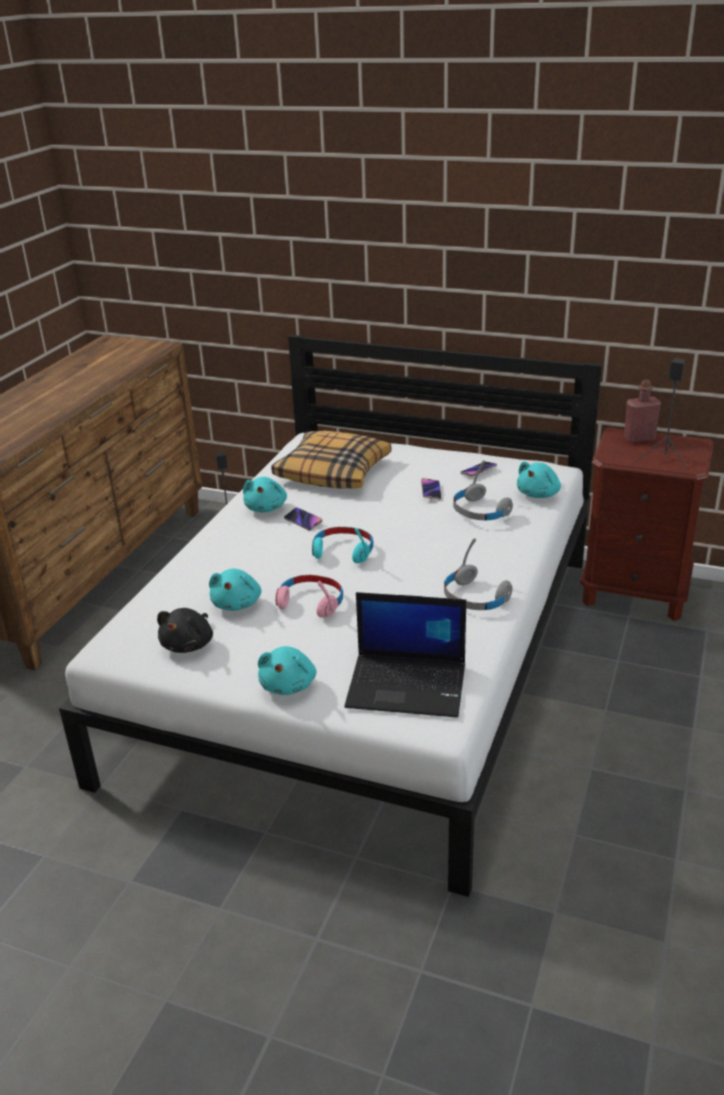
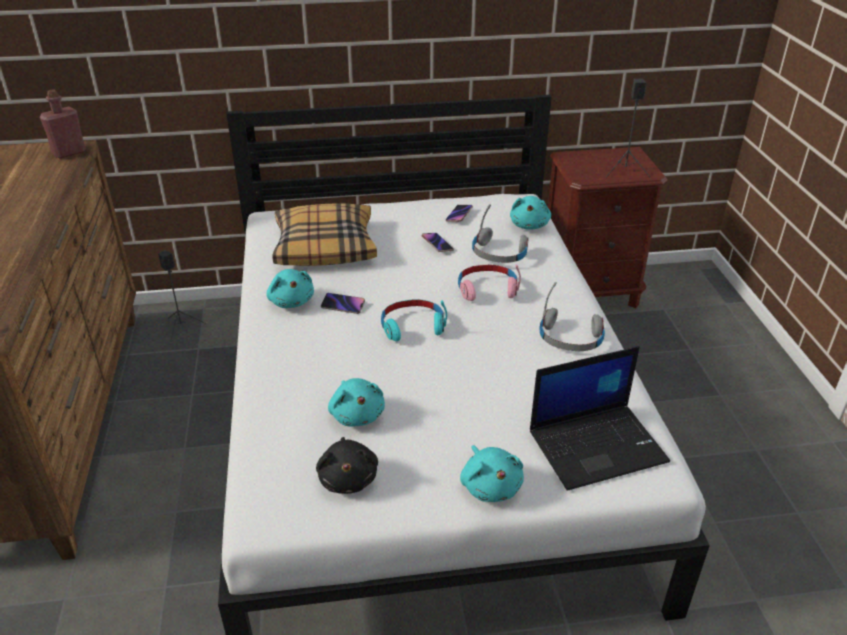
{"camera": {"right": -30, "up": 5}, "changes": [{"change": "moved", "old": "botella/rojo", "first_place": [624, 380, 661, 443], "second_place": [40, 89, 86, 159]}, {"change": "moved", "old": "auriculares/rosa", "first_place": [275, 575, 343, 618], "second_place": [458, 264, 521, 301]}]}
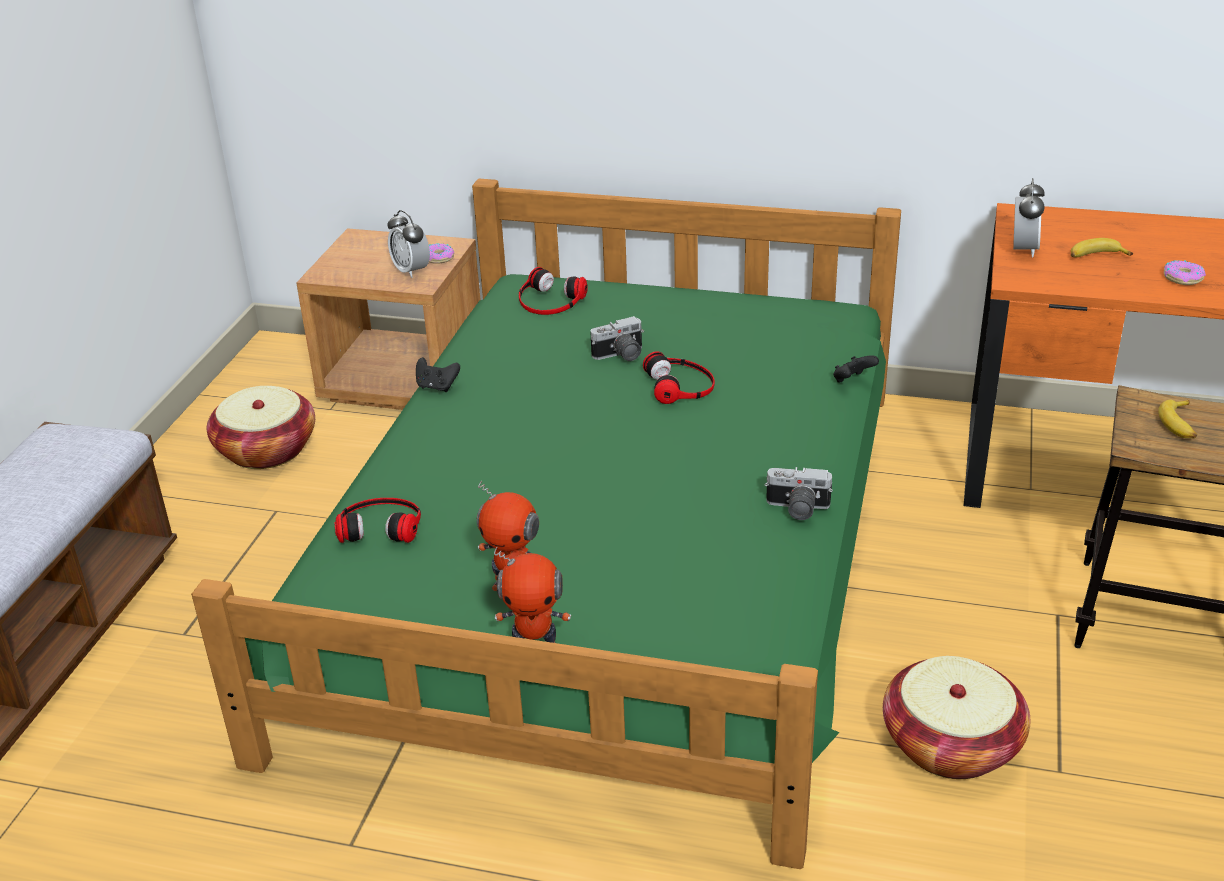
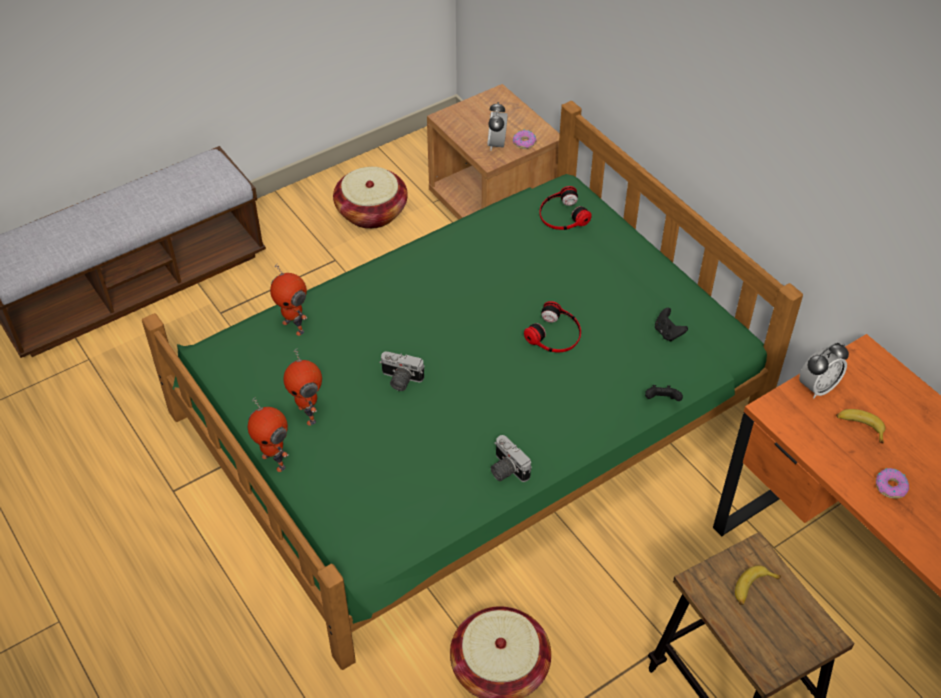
{"camera": {"right": 40, "up": 15}, "changes": [{"change": "moved", "old": "cámara", "first_place": [590, 316, 644, 361], "second_place": [379, 351, 424, 391]}, {"change": "moved", "old": "mando de consola/negro", "first_place": [416, 357, 460, 392], "second_place": [655, 308, 688, 342]}, {"change": "replaced", "old": "auriculares", "new": "robot de juguete", "first_place": [334, 498, 421, 543], "second_place": [270, 263, 307, 336]}]}
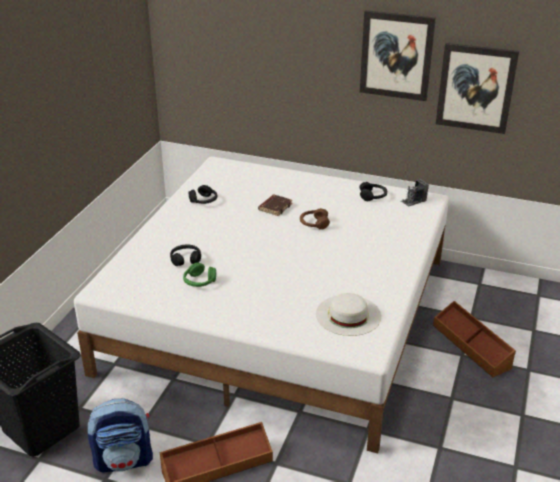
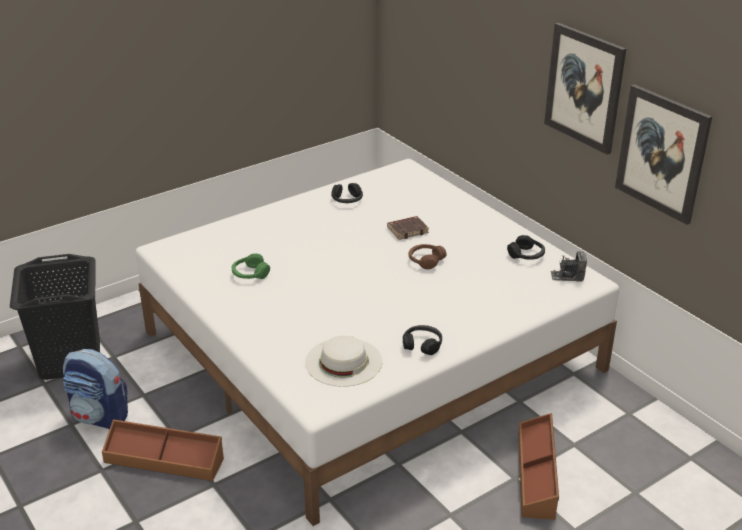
{"camera": {"right": 35, "up": 0}, "changes": [{"change": "moved", "old": "auriculares/negro", "first_place": [170, 245, 201, 266], "second_place": [403, 325, 442, 355]}]}
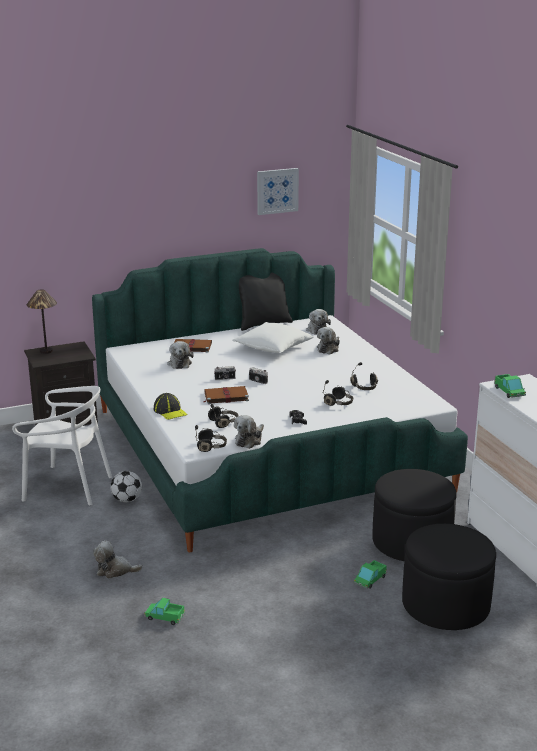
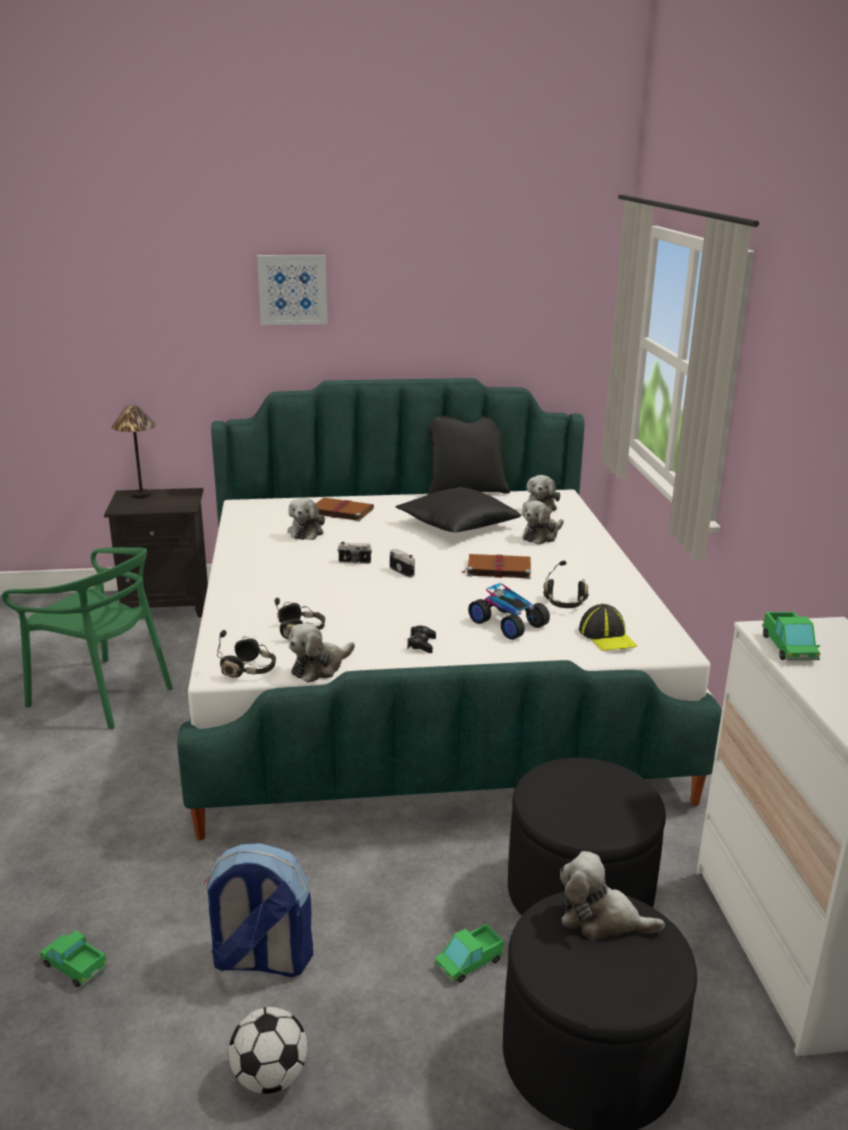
{"camera": {"right": 15, "up": 0}, "changes": [{"change": "moved", "old": "cuadro", "first_place": [257, 168, 299, 215], "second_place": [257, 255, 328, 325]}, {"change": "recoloured", "old": "cojín/blanco", "new": "cojín/negro", "first_place": [232, 322, 313, 353], "second_place": [396, 487, 521, 532]}, {"change": "replaced", "old": "auriculares/negro", "new": "coche de juguete", "first_place": [323, 380, 353, 406], "second_place": [468, 583, 550, 640]}, {"change": "recoloured", "old": "silla/blanco", "new": "silla/verde", "first_place": [12, 386, 112, 505], "second_place": [2, 547, 173, 729]}, {"change": "moved", "old": "libro/marrón", "first_place": [204, 386, 249, 404], "second_place": [461, 554, 531, 579]}, {"change": "moved", "old": "gorra", "first_place": [154, 393, 188, 420], "second_place": [579, 604, 637, 651]}, {"change": "moved", "old": "balón de fútbol", "first_place": [110, 471, 142, 502], "second_place": [229, 1007, 307, 1094]}, {"change": "moved", "old": "peluche", "first_place": [93, 541, 143, 579], "second_place": [560, 851, 665, 940]}, {"change": "added", "new": "mochila", "second_place": [204, 843, 313, 977]}]}
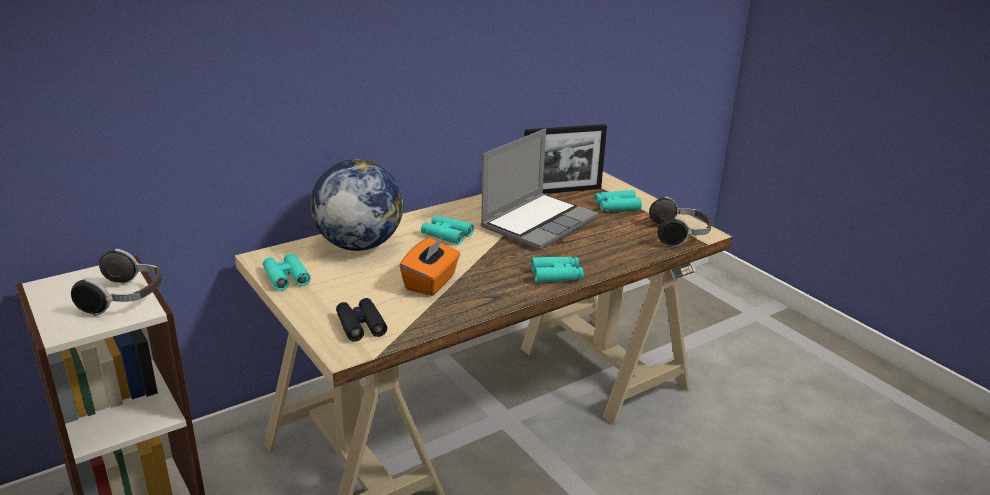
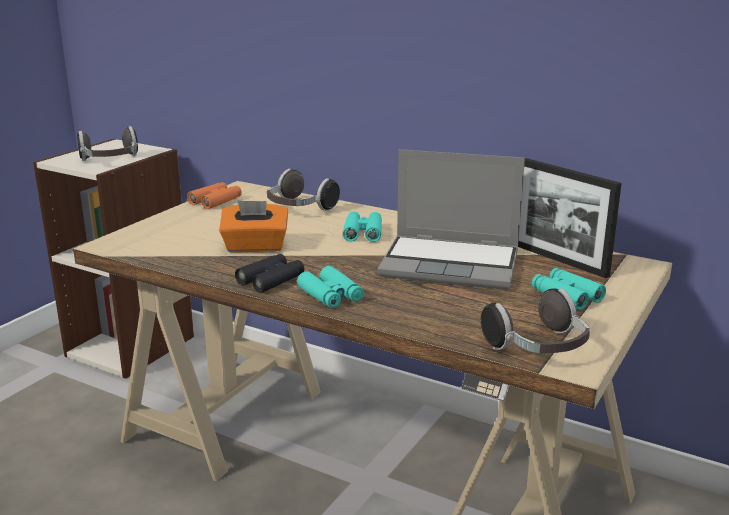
{"camera": {"right": 65, "up": -5}, "changes": [{"change": "replaced", "old": "globo terráqueo", "new": "auriculares", "first_place": [311, 159, 403, 251], "second_place": [267, 169, 340, 211]}, {"change": "recoloured", "old": "prismáticos/turquesa", "new": "prismáticos/naranja", "first_place": [263, 253, 311, 291], "second_place": [187, 182, 242, 209]}, {"change": "moved", "old": "prismáticos/negro", "first_place": [336, 298, 387, 342], "second_place": [235, 254, 304, 293]}]}
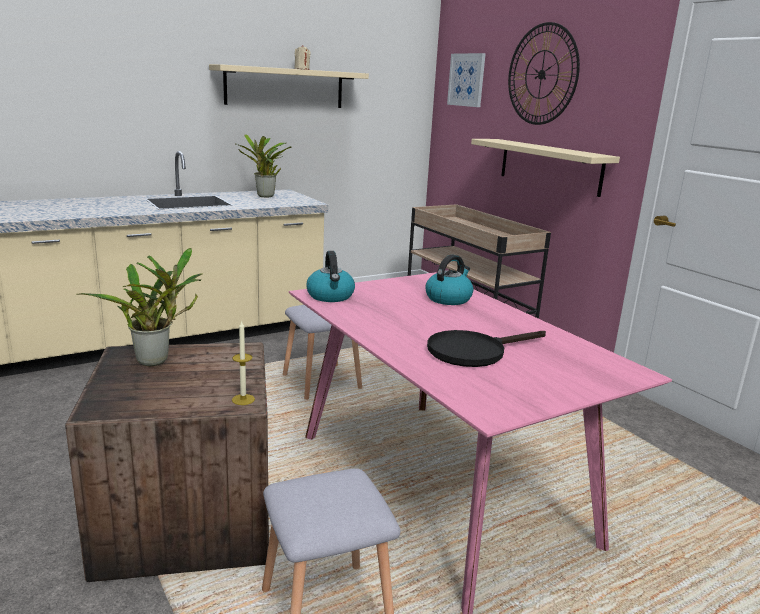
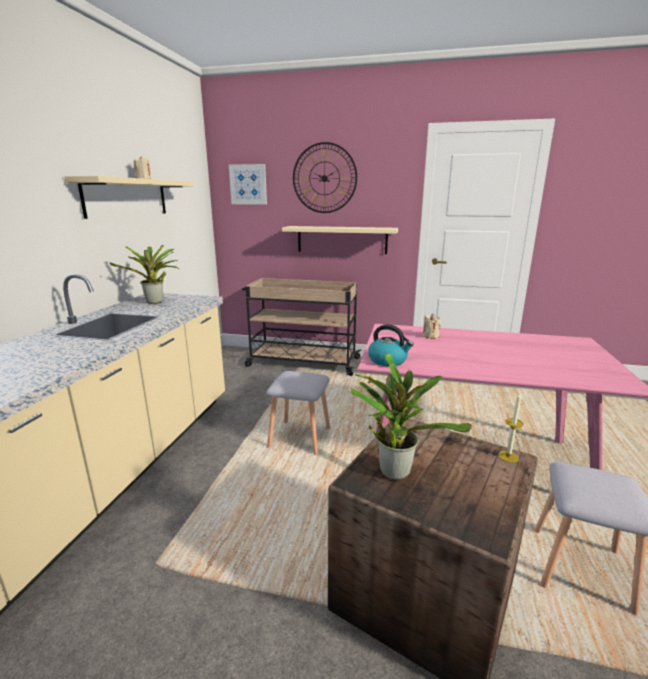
{"camera": {"right": -45, "up": 0}, "changes": [{"change": "replaced", "old": "hervidor", "new": "vela/beis", "first_place": [425, 254, 473, 305], "second_place": [422, 314, 441, 339]}, {"change": "removed", "old": "sartén/negro", "first_place": [427, 330, 546, 367]}]}
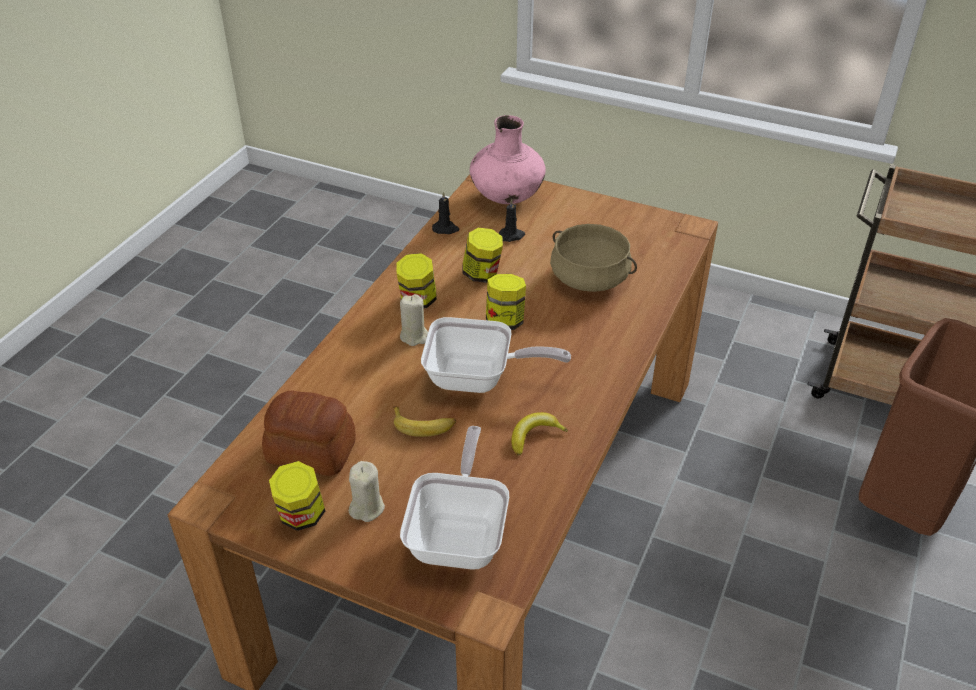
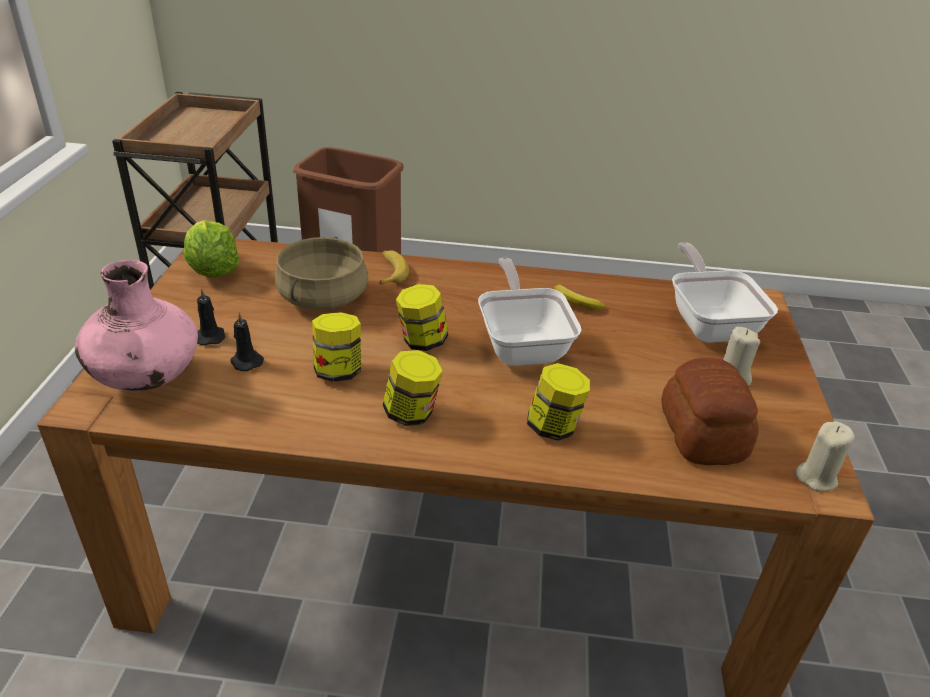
{"camera": {"right": -110, "up": -5}, "changes": [{"change": "moved", "old": "vela/negro", "first_place": [432, 191, 460, 234], "second_place": [197, 288, 225, 346]}, {"change": "moved", "old": "vela/beis", "first_place": [400, 294, 428, 346], "second_place": [795, 421, 855, 491]}, {"change": "moved", "old": "plátano", "first_place": [393, 406, 456, 437], "second_place": [379, 250, 409, 285]}, {"change": "turned", "old": "sartén", "first_place": [400, 426, 509, 570], "second_place": [672, 242, 778, 343], "degrees": 90}, {"change": "moved", "old": "tarro", "first_place": [269, 461, 325, 531], "second_place": [527, 363, 590, 441]}, {"change": "added", "new": "lechuga", "second_place": [184, 220, 240, 277]}]}
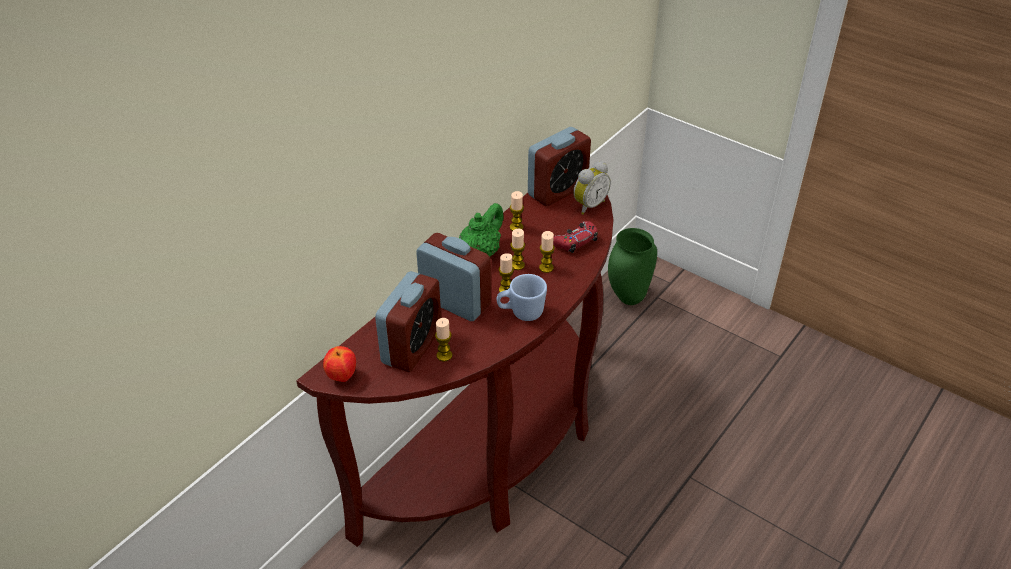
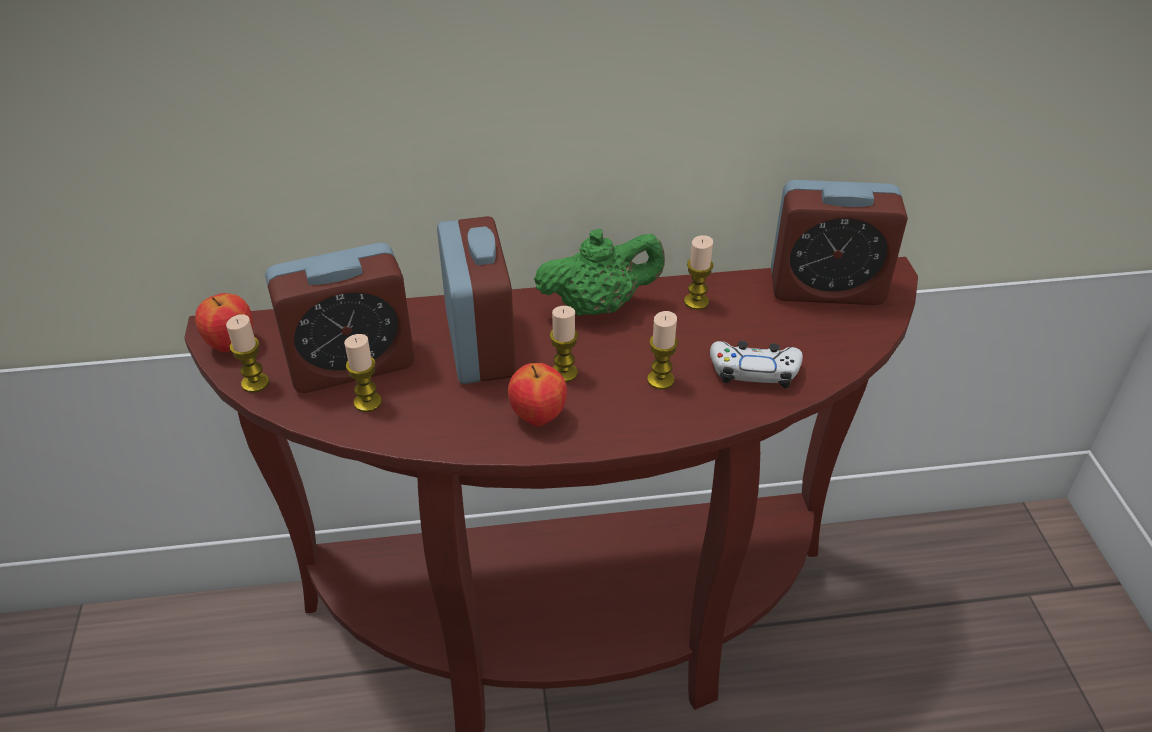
{"camera": {"right": 45, "up": 0}, "changes": [{"change": "removed", "old": "despertador", "first_place": [573, 161, 611, 215]}, {"change": "recoloured", "old": "mando de consola/rojo", "new": "mando de consola/blanco", "first_place": [553, 221, 598, 253], "second_place": [710, 341, 803, 388]}, {"change": "removed", "old": "florero/verde", "first_place": [608, 228, 657, 305]}, {"change": "moved", "old": "vela", "first_place": [510, 229, 525, 270], "second_place": [226, 314, 269, 393]}, {"change": "replaced", "old": "taza grande/azul", "new": "manzana", "first_place": [497, 274, 547, 321], "second_place": [508, 363, 567, 426]}]}
